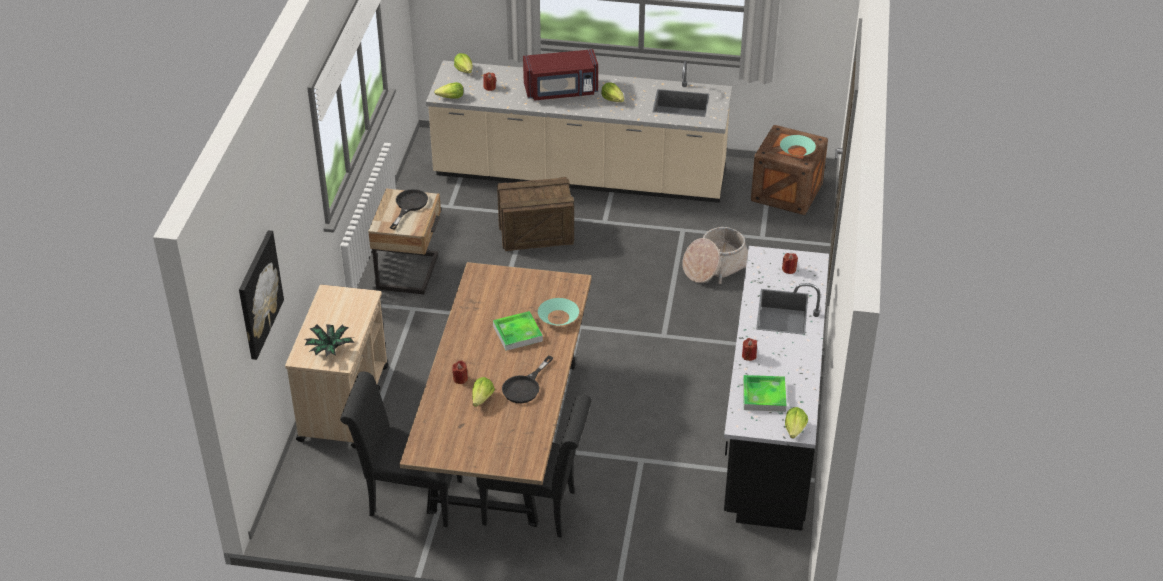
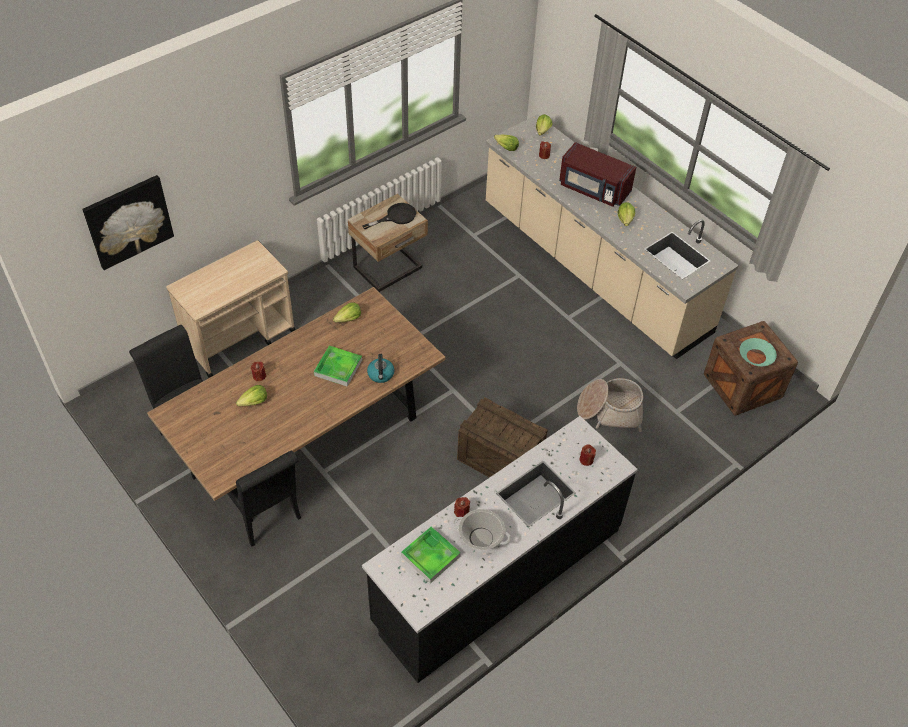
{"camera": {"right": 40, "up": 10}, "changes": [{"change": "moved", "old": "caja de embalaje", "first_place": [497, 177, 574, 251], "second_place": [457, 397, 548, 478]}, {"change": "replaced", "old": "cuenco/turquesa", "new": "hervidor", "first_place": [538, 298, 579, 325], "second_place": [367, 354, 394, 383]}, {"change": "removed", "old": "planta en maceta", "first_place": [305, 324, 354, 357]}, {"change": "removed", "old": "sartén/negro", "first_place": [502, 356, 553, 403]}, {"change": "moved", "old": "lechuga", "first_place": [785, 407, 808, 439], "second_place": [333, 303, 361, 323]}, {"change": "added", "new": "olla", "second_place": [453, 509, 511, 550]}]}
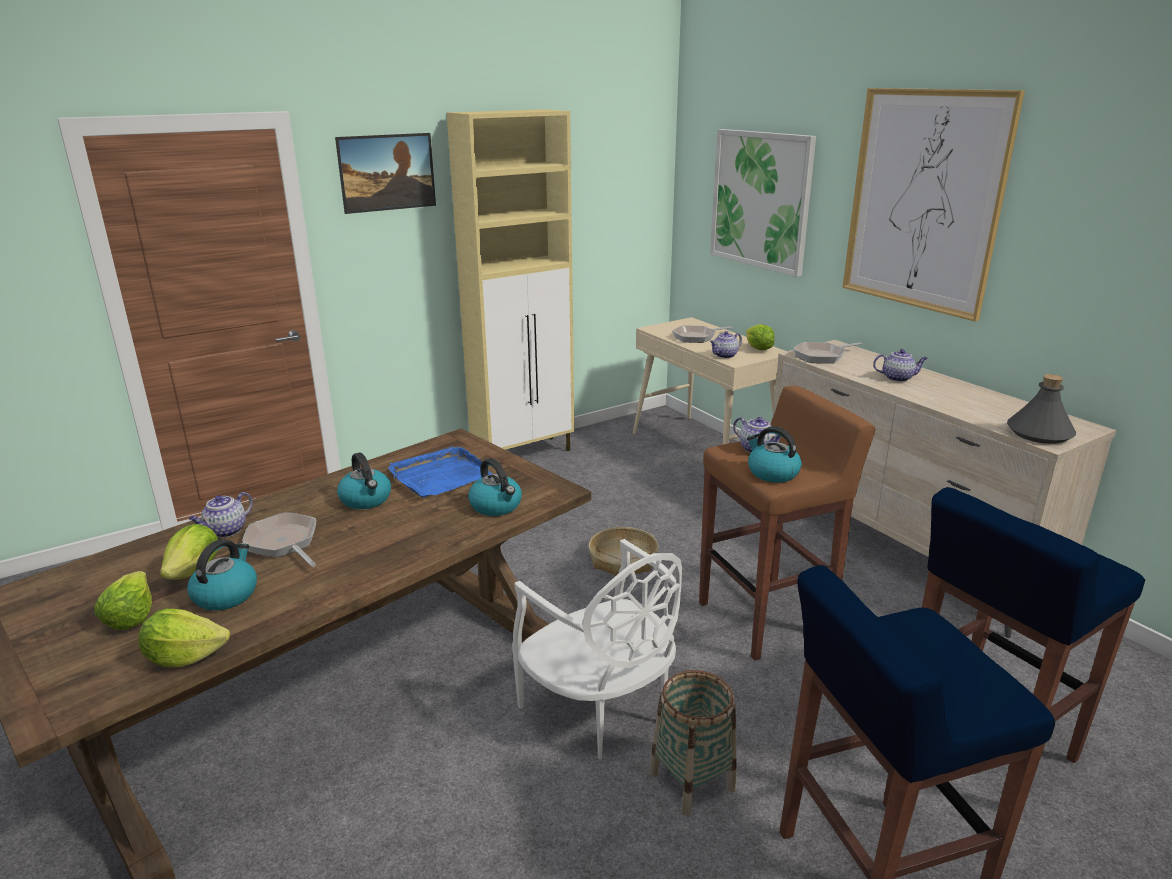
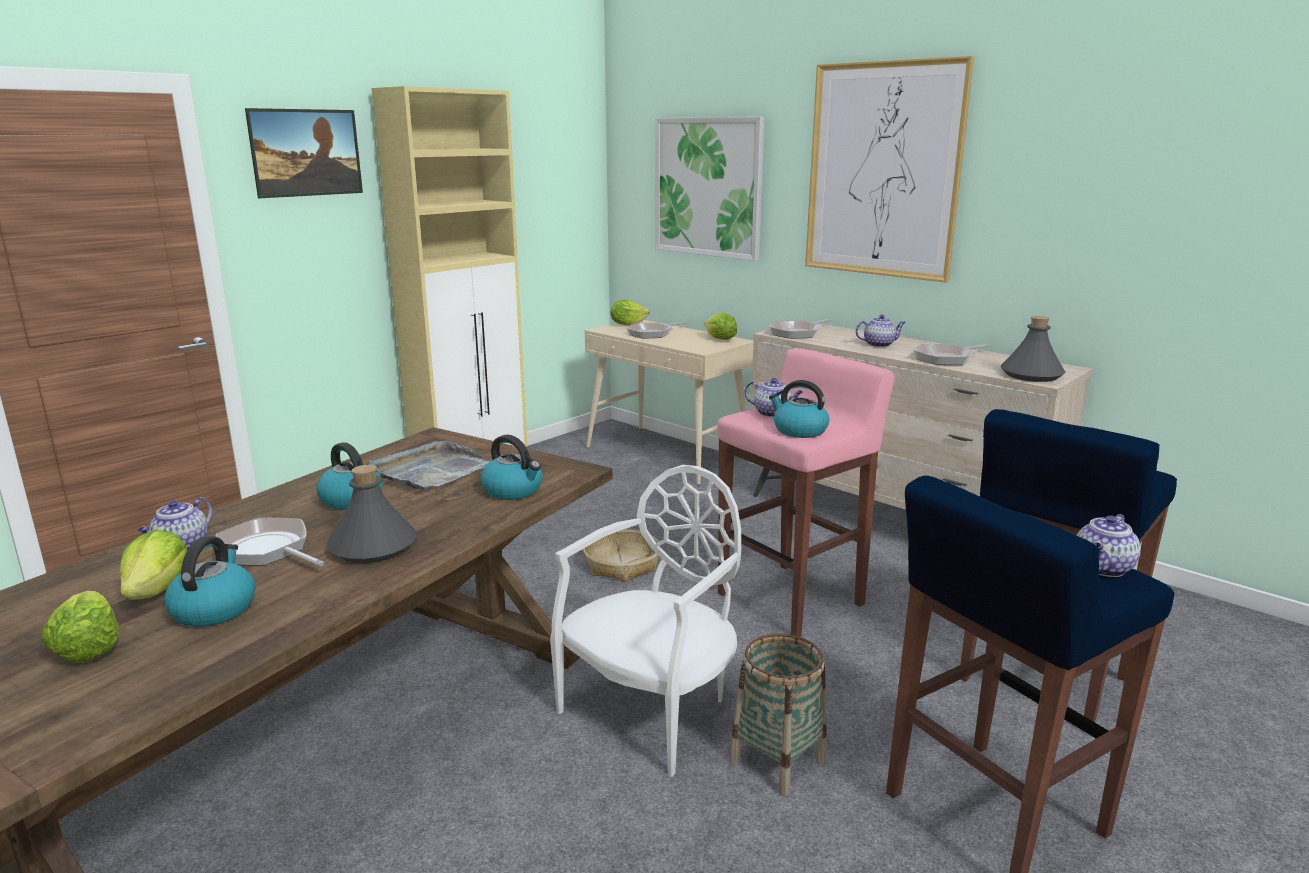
{"camera": {"right": -15, "up": -5}, "changes": [{"change": "moved", "old": "tetera", "first_place": [710, 331, 742, 358], "second_place": [1077, 514, 1141, 577]}, {"change": "recoloured", "old": "taburete/marrón", "new": "taburete/rosa", "first_place": [699, 386, 875, 661], "second_place": [717, 348, 895, 637]}, {"change": "recoloured", "old": "bandeja/azul", "new": "bandeja/gris", "first_place": [388, 446, 492, 498], "second_place": [369, 441, 490, 490]}, {"change": "turned", "old": "silla/blanco", "first_place": [512, 539, 682, 760], "second_place": [550, 465, 741, 777], "degrees": -90}, {"change": "moved", "old": "lechuga", "first_place": [138, 609, 230, 667], "second_place": [611, 300, 649, 326]}, {"change": "added", "new": "sartén", "second_place": [913, 344, 990, 365]}, {"change": "added", "new": "botella/gris", "second_place": [326, 465, 417, 563]}]}
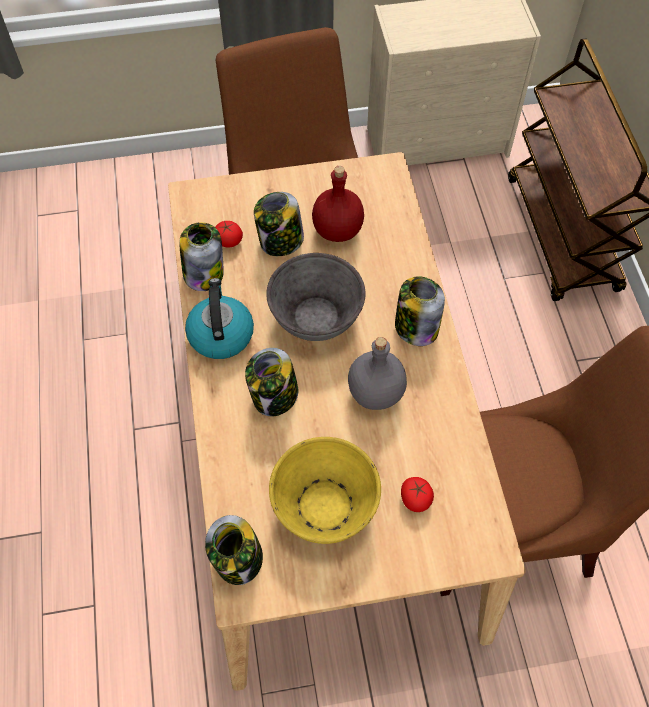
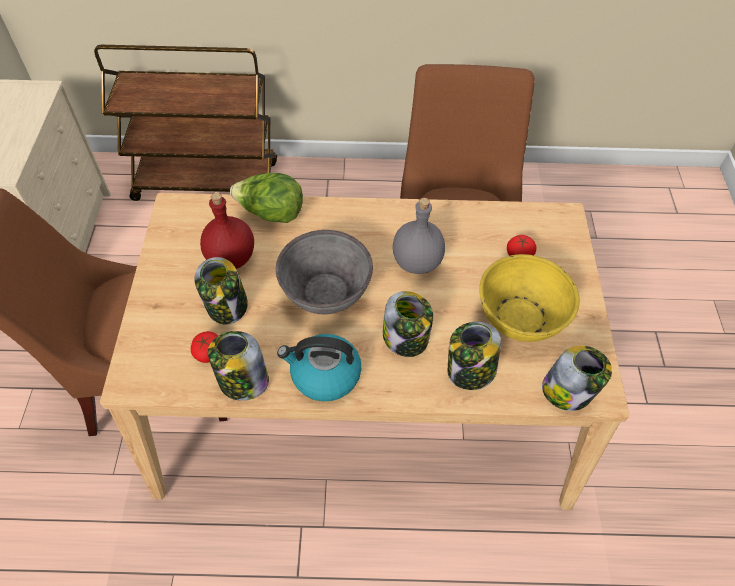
{"camera": {"right": -80, "up": -5}, "changes": [{"change": "moved", "old": "tarro", "first_place": [395, 276, 445, 346], "second_place": [448, 322, 501, 390]}, {"change": "added", "new": "lechuga", "second_place": [230, 173, 303, 223]}]}
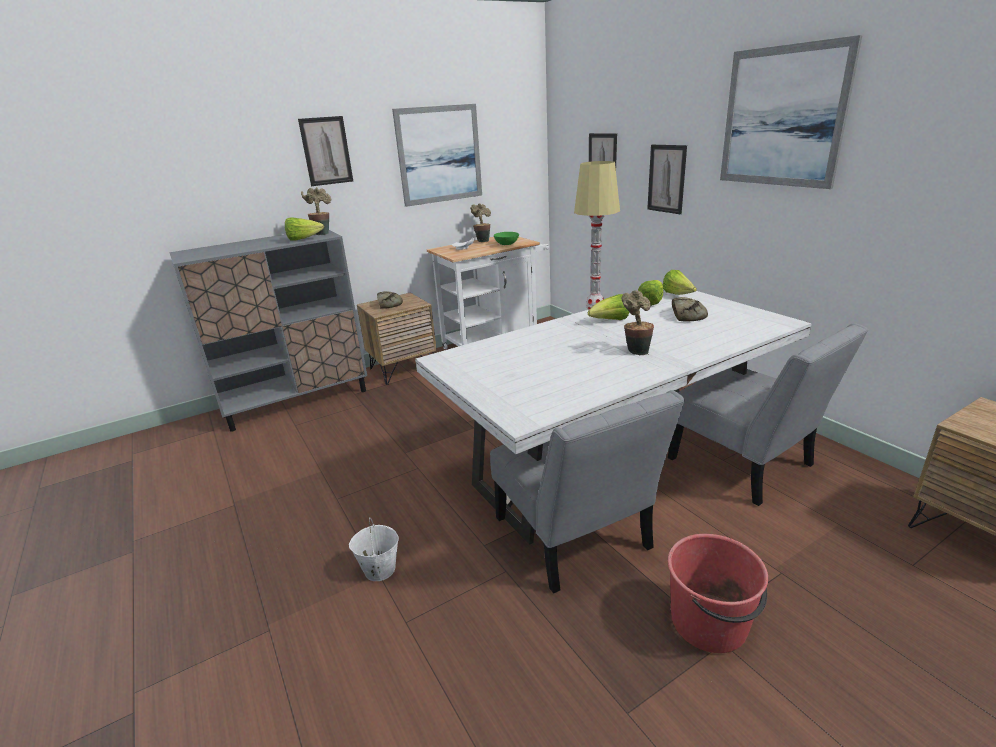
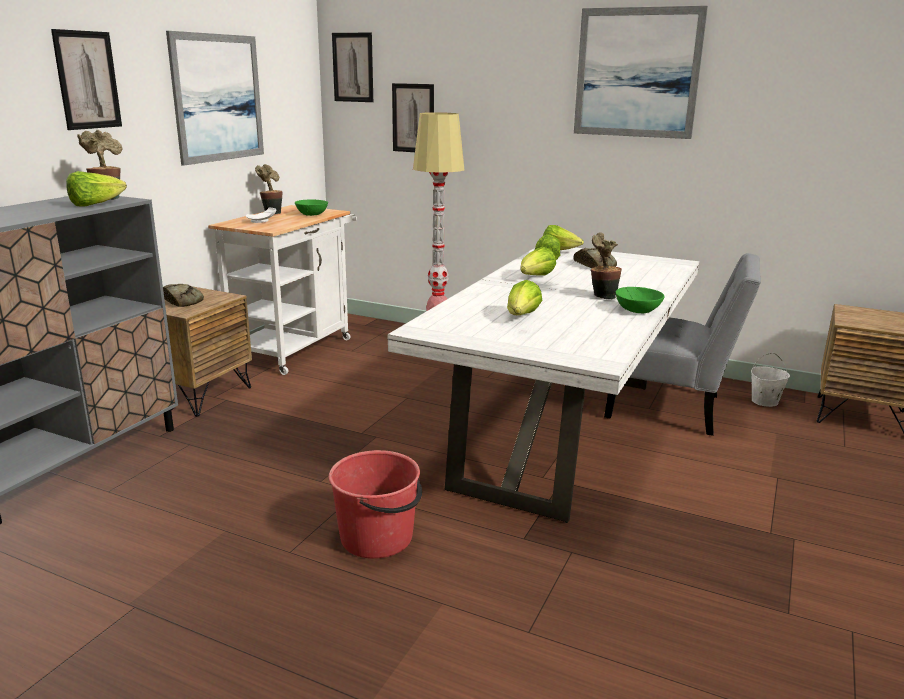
{"camera": {"right": -35, "up": -5}, "changes": [{"change": "moved", "old": "cuadro", "first_place": [647, 145, 687, 214], "second_place": [332, 33, 373, 102]}, {"change": "removed", "old": "silla/gris", "first_place": [490, 390, 685, 593]}, {"change": "moved", "old": "cubo/blanco", "first_place": [349, 517, 399, 581], "second_place": [751, 353, 790, 407]}, {"change": "moved", "old": "cubo/rojo", "first_place": [668, 534, 768, 653], "second_place": [329, 450, 422, 559]}, {"change": "added", "new": "lechuga", "second_place": [507, 280, 542, 315]}, {"change": "added", "new": "cuenco/verde", "second_place": [616, 287, 665, 313]}]}
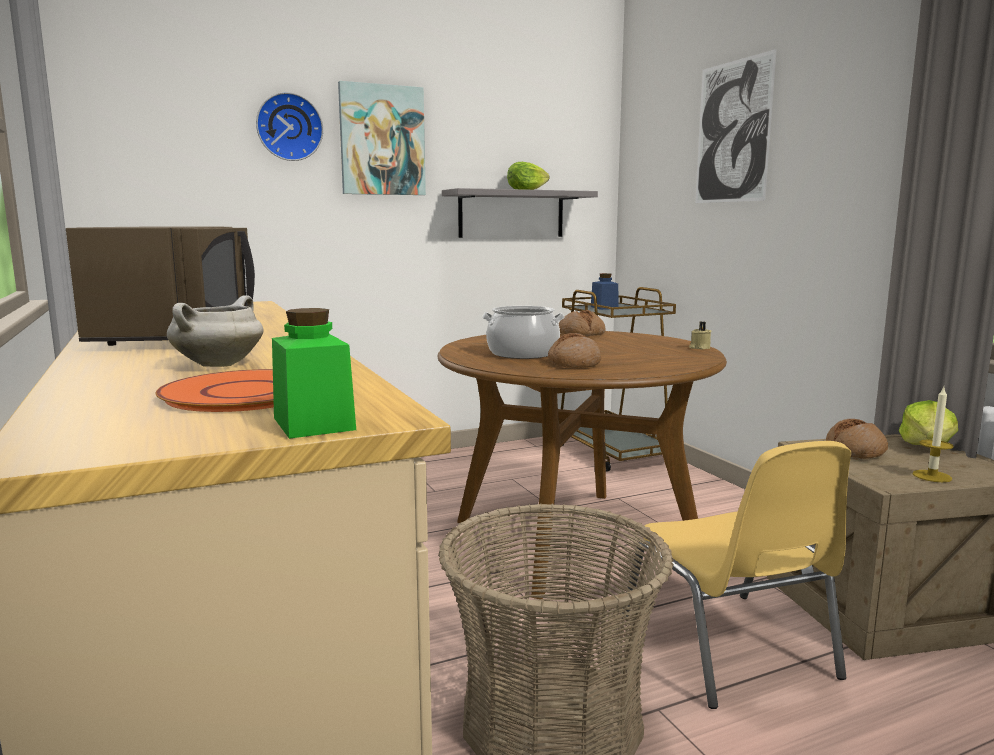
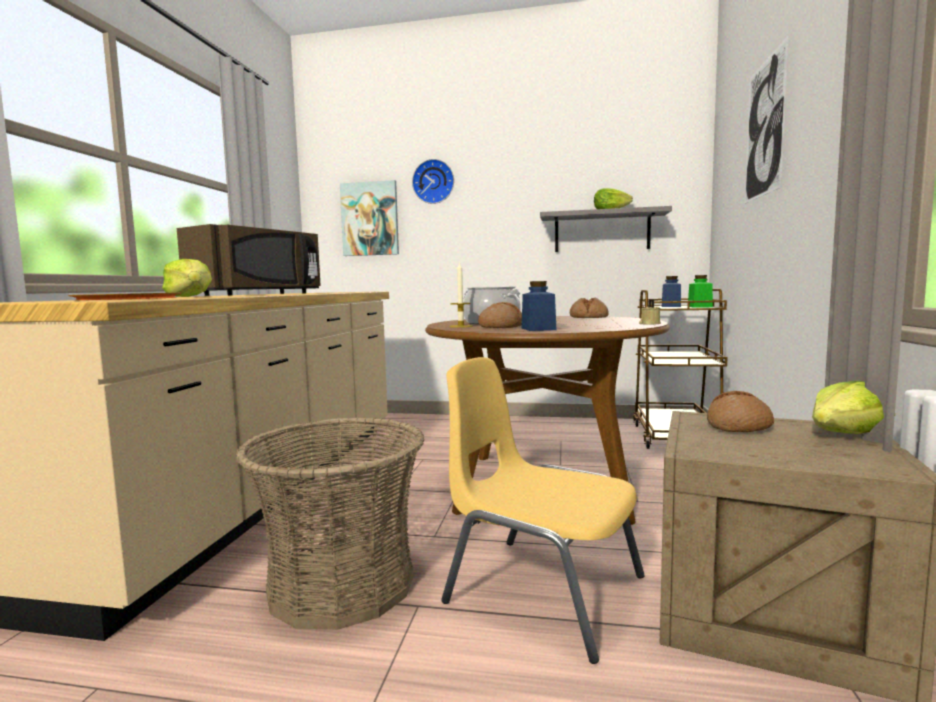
{"camera": {"right": 35, "up": -5}, "changes": [{"change": "moved", "old": "cuadro", "first_place": [338, 81, 426, 195], "second_place": [340, 180, 399, 256]}, {"change": "replaced", "old": "olla/blanco", "new": "lechuga", "first_place": [167, 295, 264, 367], "second_place": [162, 259, 212, 297]}, {"change": "moved", "old": "tarro/verde", "first_place": [272, 308, 356, 439], "second_place": [688, 275, 713, 308]}, {"change": "moved", "old": "vela", "first_place": [913, 387, 954, 482], "second_place": [449, 262, 473, 328]}, {"change": "turned", "old": "silla/amarillo", "first_place": [623, 441, 851, 709], "second_place": [441, 357, 645, 664], "degrees": 105}, {"change": "added", "new": "tarro/azul", "second_place": [522, 281, 556, 331]}]}
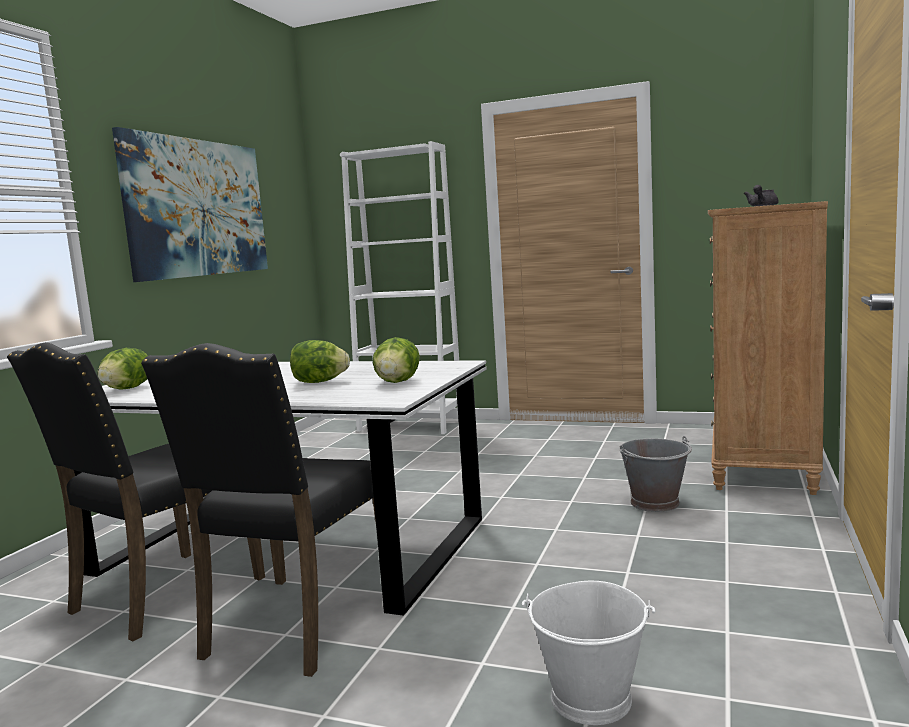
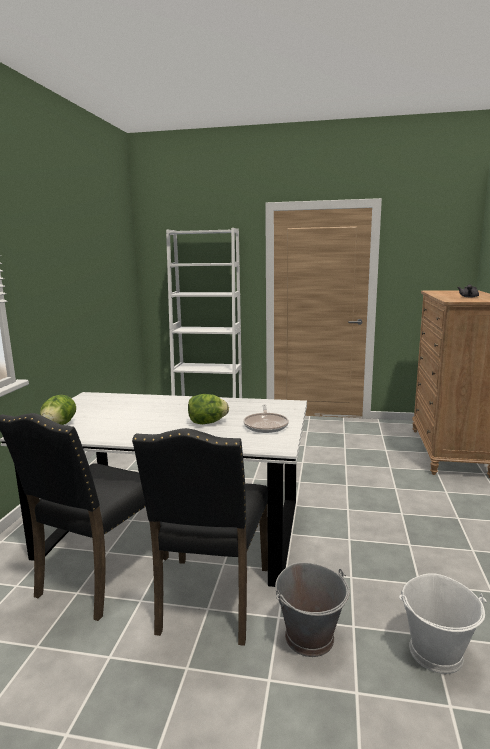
{"camera": {"right": -10, "up": 5}, "changes": [{"change": "removed", "old": "cuadro", "first_place": [112, 127, 268, 282]}, {"change": "replaced", "old": "lechuga", "new": "sartén", "first_place": [373, 337, 420, 383], "second_place": [243, 405, 289, 433]}, {"change": "moved", "old": "cubo/gris", "first_place": [619, 436, 692, 512], "second_place": [275, 562, 350, 657]}]}
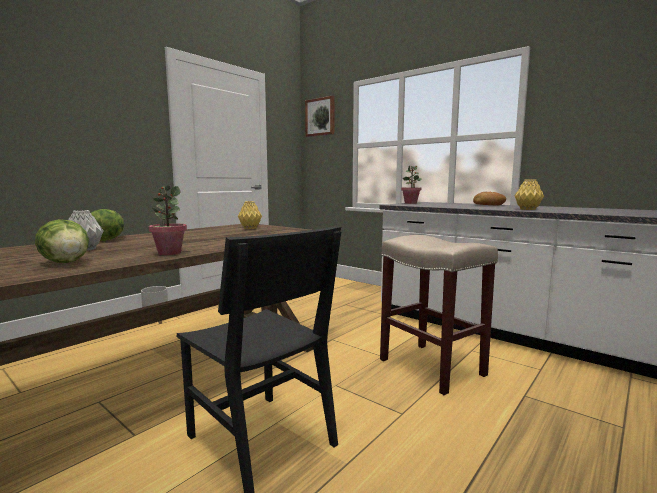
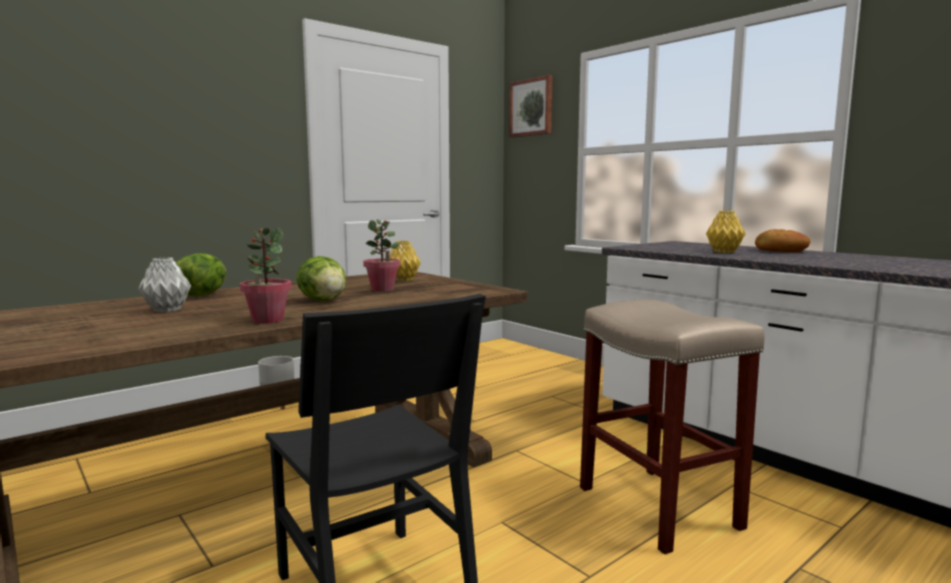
{"camera": {"right": 10, "up": 0}, "changes": [{"change": "moved", "old": "planta en maceta", "first_place": [401, 165, 422, 204], "second_place": [363, 219, 401, 291]}, {"change": "moved", "old": "florero/amarillo", "first_place": [515, 179, 544, 210], "second_place": [706, 210, 746, 253]}, {"change": "moved", "old": "lechuga", "first_place": [35, 219, 89, 263], "second_place": [297, 256, 346, 301]}]}
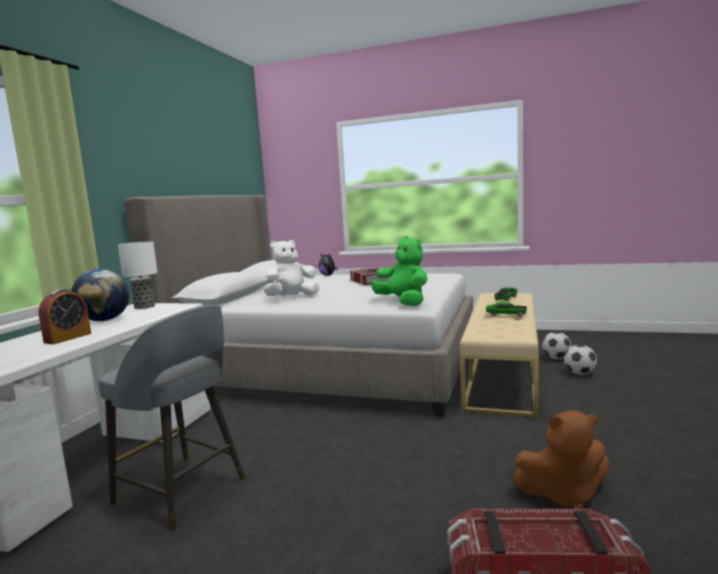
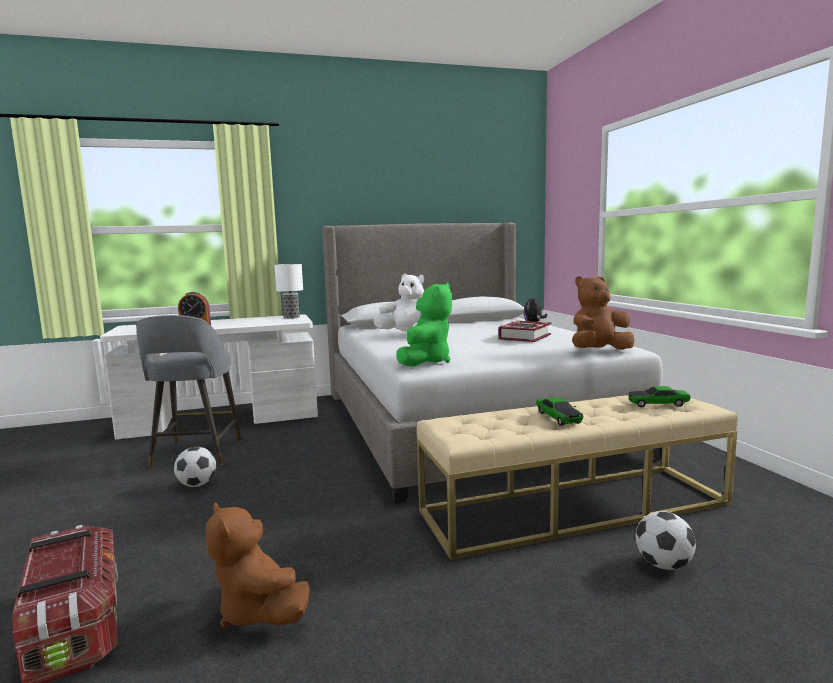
{"camera": {"right": 55, "up": 0}, "changes": [{"change": "removed", "old": "globo terráqueo", "first_place": [71, 269, 130, 321]}, {"change": "moved", "old": "balón de fútbol", "first_place": [542, 332, 571, 359], "second_place": [174, 447, 216, 487]}, {"change": "added", "new": "peluche/marrón", "second_place": [572, 276, 635, 350]}]}
